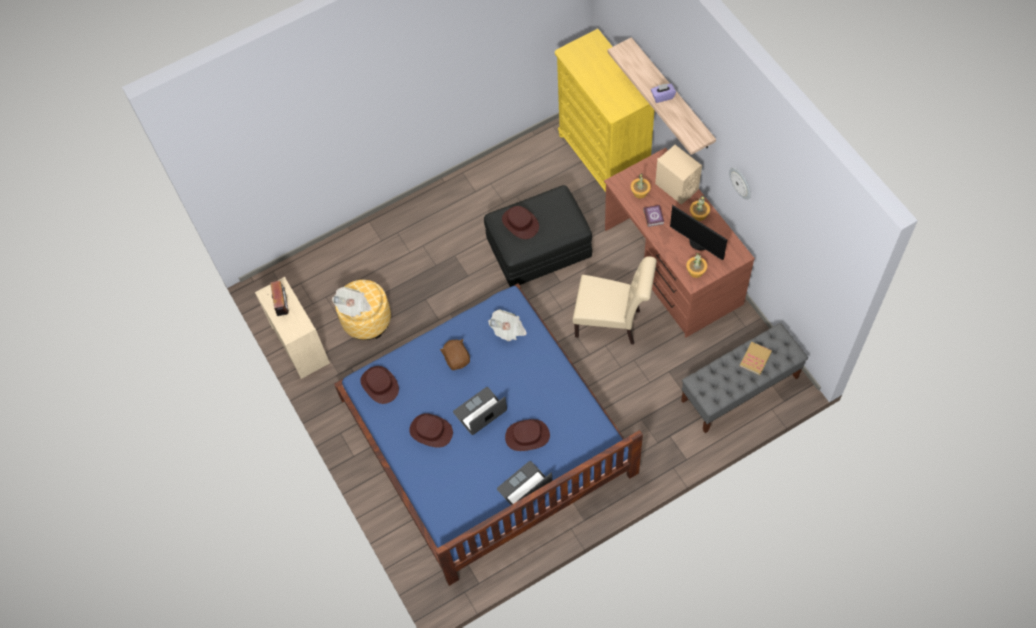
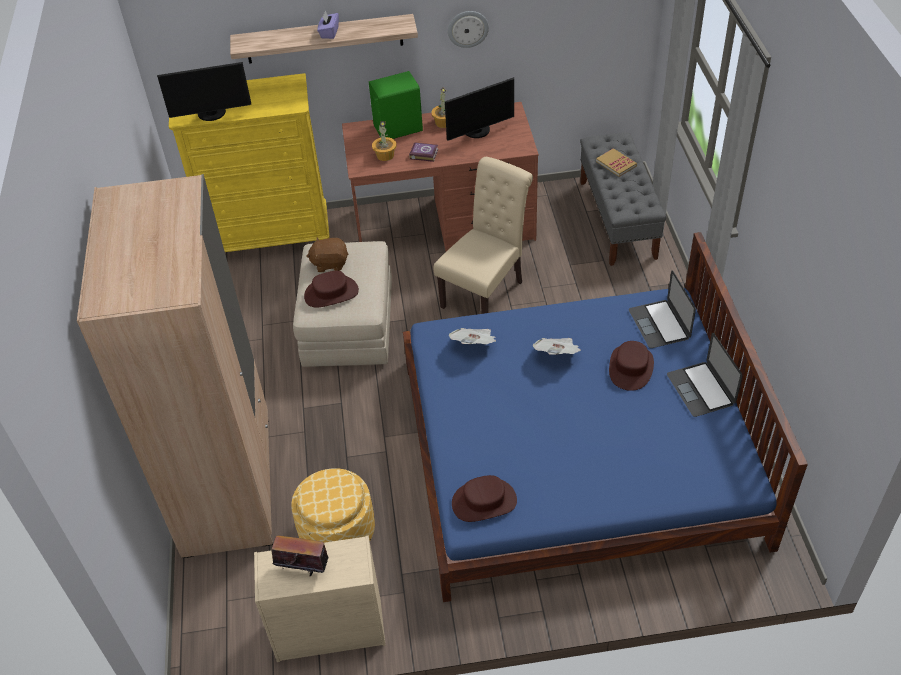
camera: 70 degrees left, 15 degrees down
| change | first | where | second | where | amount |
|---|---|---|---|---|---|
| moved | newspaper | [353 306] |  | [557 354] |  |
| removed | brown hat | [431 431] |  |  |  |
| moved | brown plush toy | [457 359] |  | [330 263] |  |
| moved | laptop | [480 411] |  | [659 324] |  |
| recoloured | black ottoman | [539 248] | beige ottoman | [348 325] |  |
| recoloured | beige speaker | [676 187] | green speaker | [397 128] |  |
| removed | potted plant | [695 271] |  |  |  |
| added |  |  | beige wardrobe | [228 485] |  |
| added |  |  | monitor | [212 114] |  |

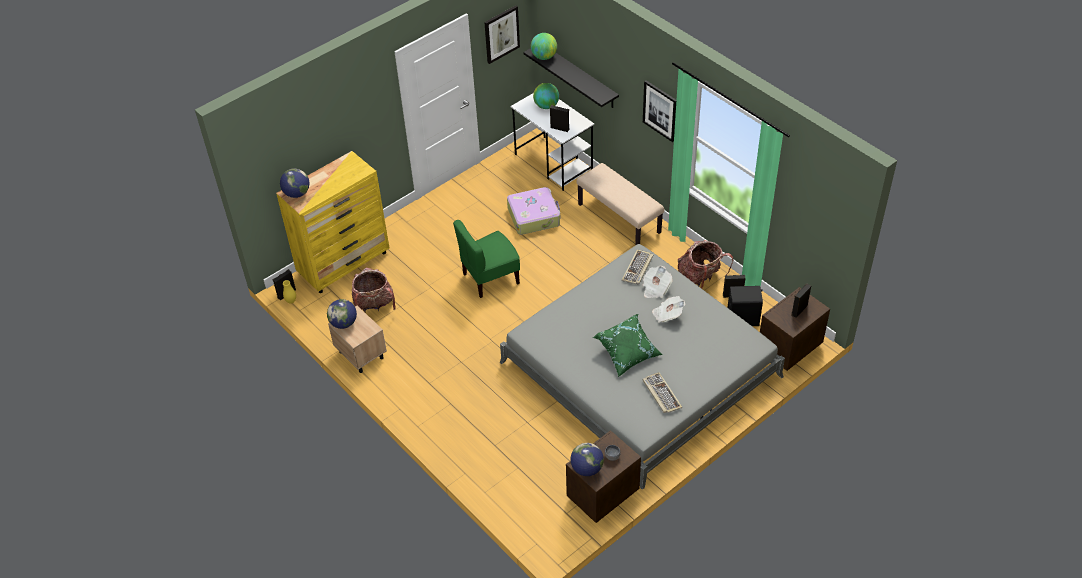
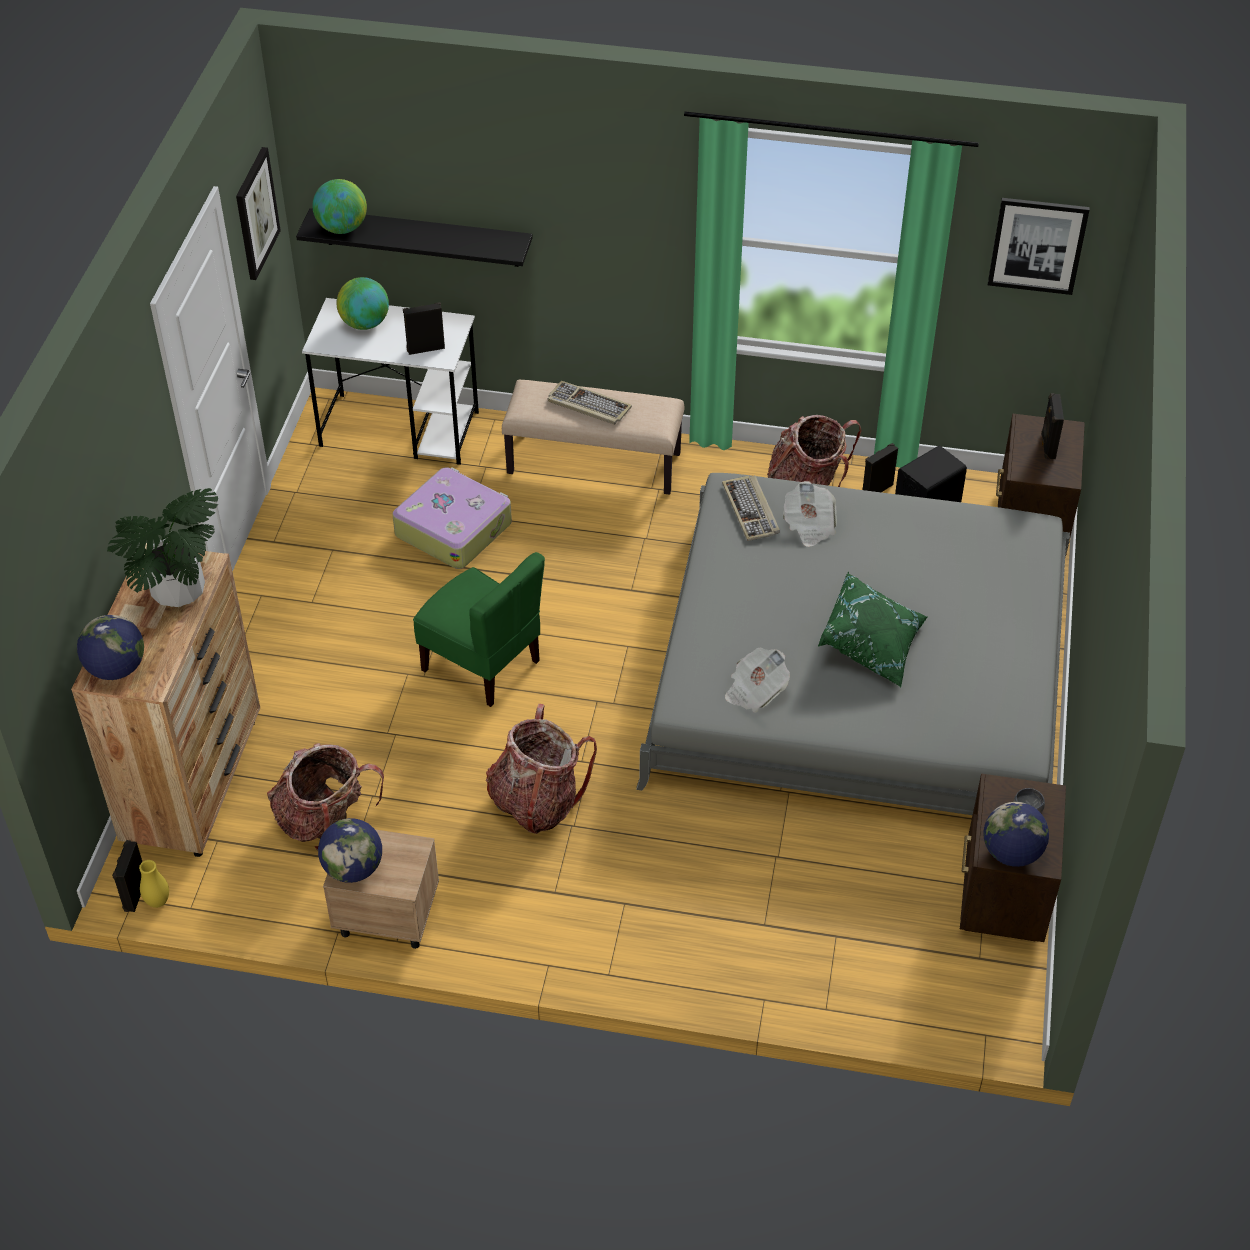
camera: 40 degrees left, 0 degrees up
| change | first | where | second | where | amount |
|---|---|---|---|---|---|
| recoloured | yellow dresser | [344 263] | brown dresser | [194 780] |  |
| turned | green chair | [490 278] |  | [482 665] | 75 degrees counterclockwise |
| moved | keyboard | [661 394] |  | [587 405] |  |
| moved | picture | [660 110] |  | [1037 245] |  |
| moved | newspaper | [667 315] |  | [755 691] |  |
| added |  |  | potted plant | [178 591] |  |
| added |  |  | backpack | [536 802] |  |

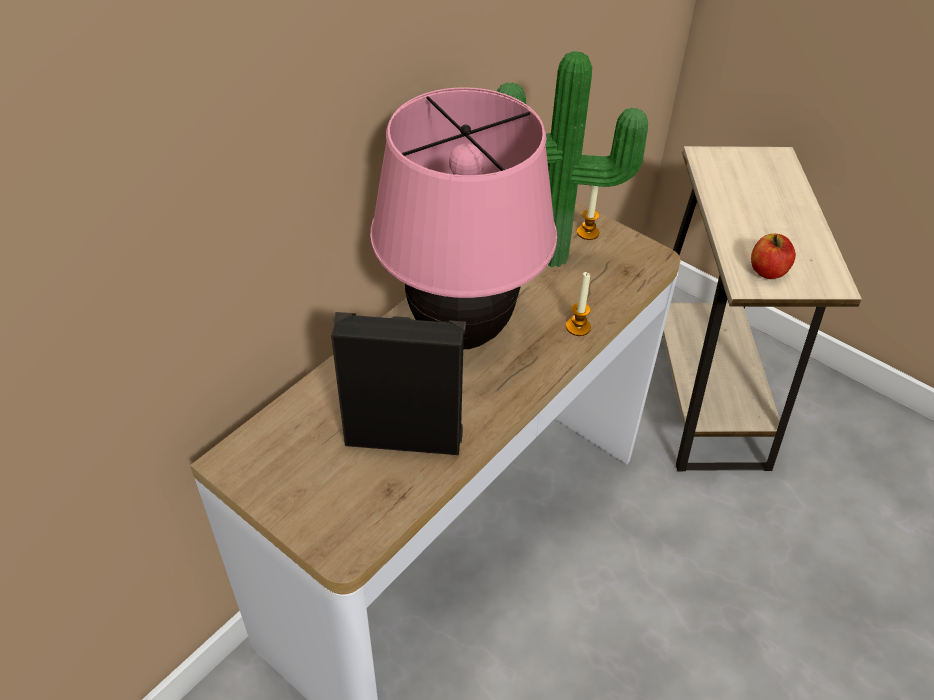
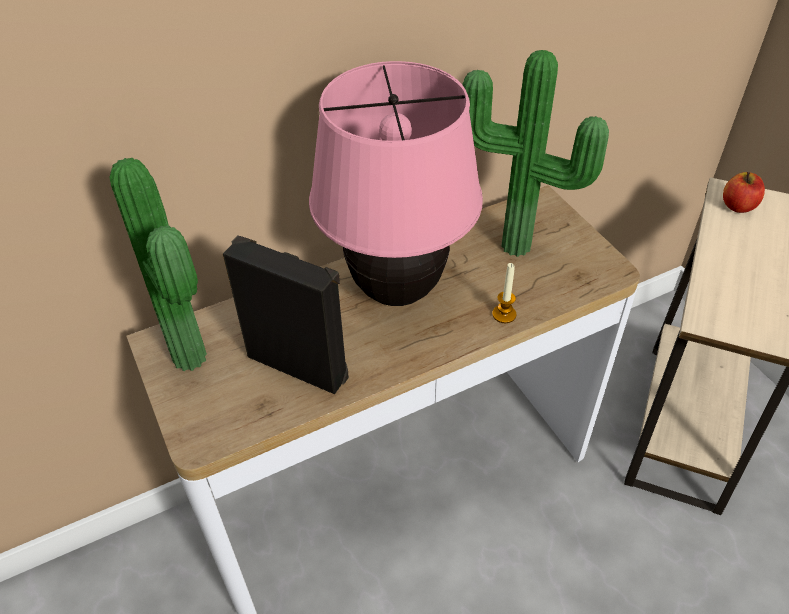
camera: 25 degrees right, 0 degrees up
| change | first | where | second | where | amount |
|---|---|---|---|---|---|
| removed | candle | [587 233] |  |  |  |
| moved | apple | [767 271] |  | [738 206] |  |
| added |  |  | potted plant | [196 355] |  |

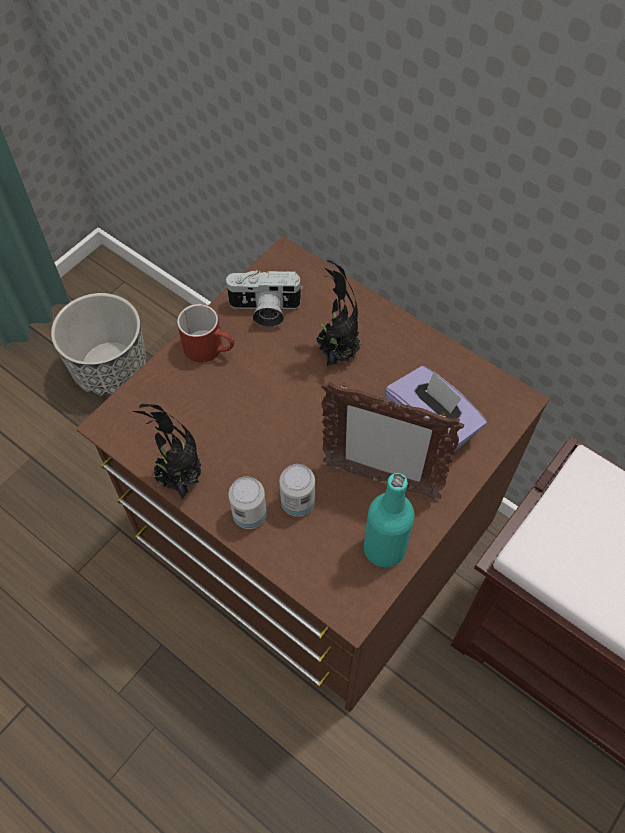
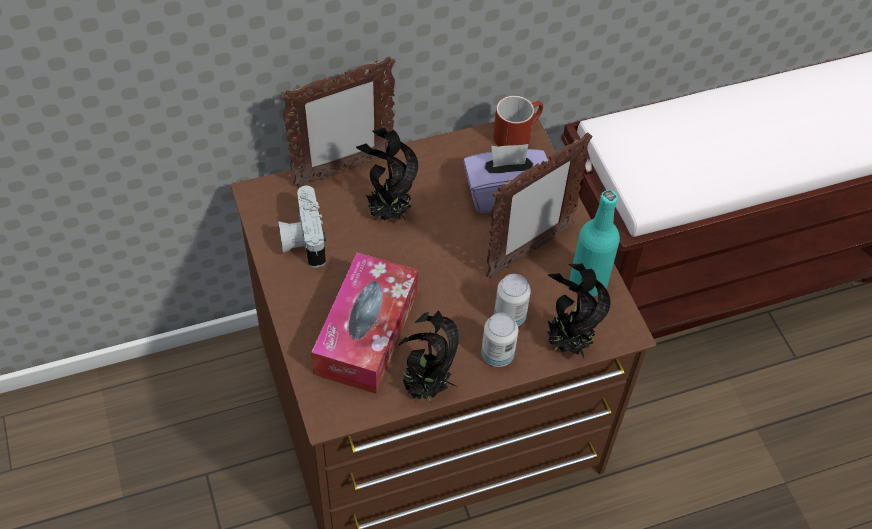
camera: 60 degrees left, 5 degrees down
| change | first | where | second | where | amount |
|---|---|---|---|---|---|
| removed | planter | [111 368] |  |  |  |
| moved | red mug | [210 348] |  | [517 133] |  |
| turned | photo camera | [264 310] |  | [302 239] | 135 degrees clockwise |
| added |  |  | picture frame | [343 170] |  |
| added |  |  | tissue box | [366 333] |  |
| added |  |  | potted plant | [566 344] |  |

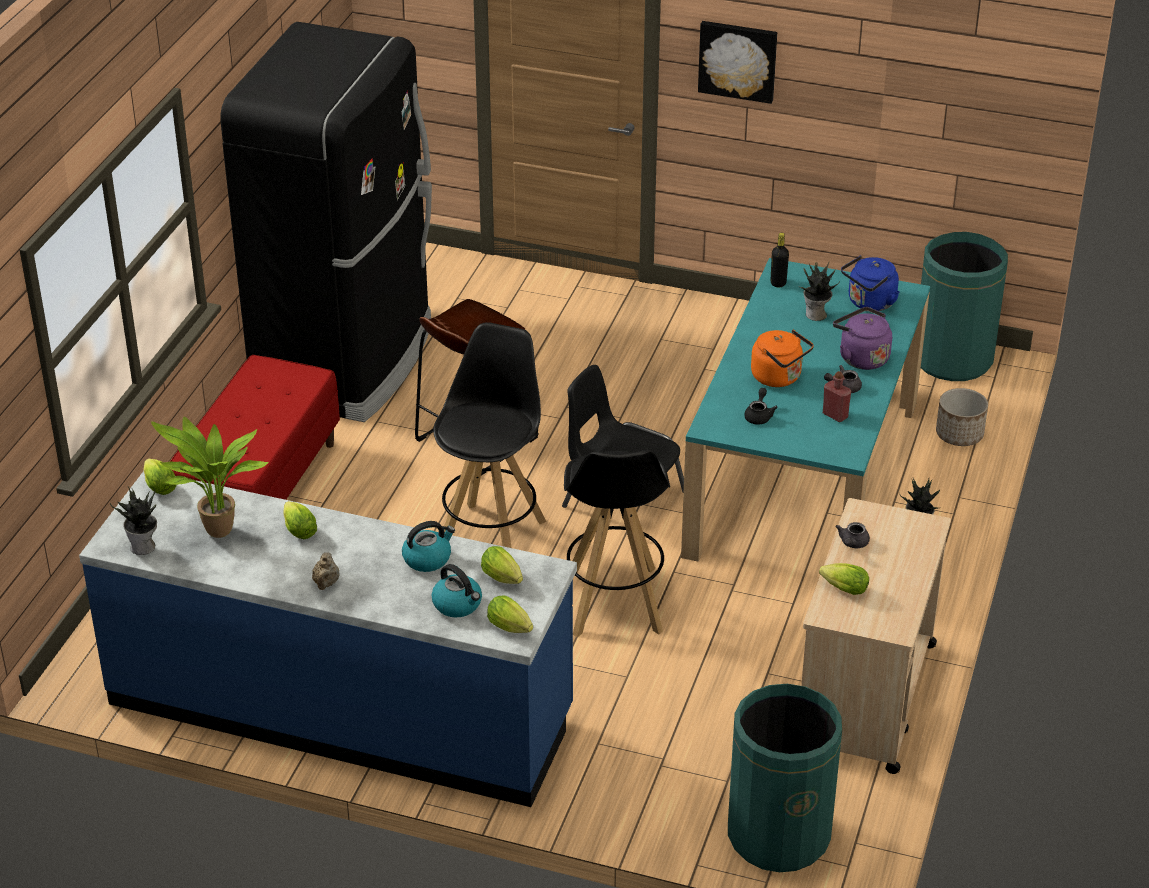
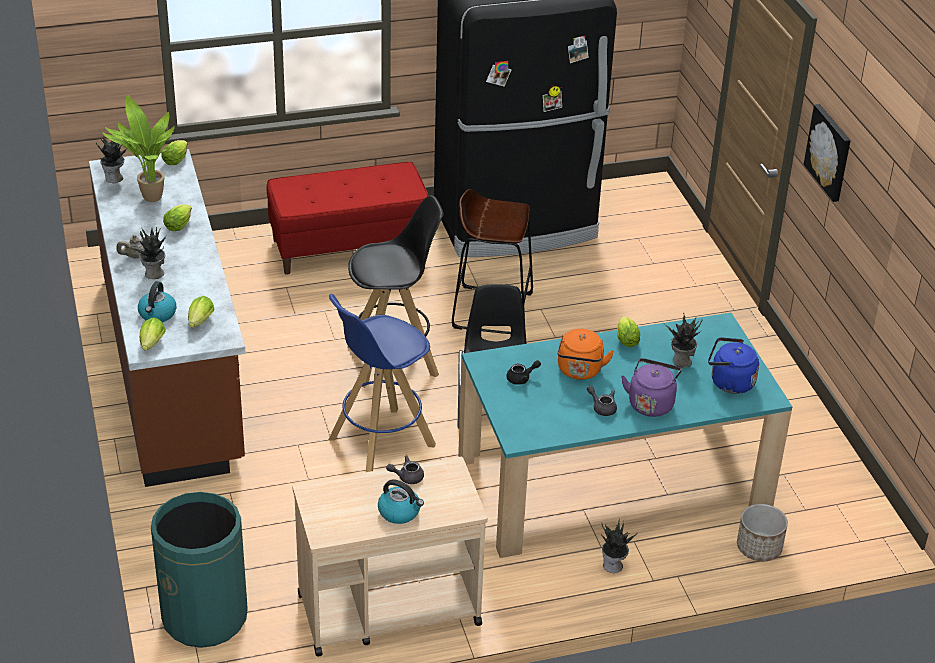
camera: 55 degrees right, 0 degrees up
| change | first | where | second | where | amount |
|---|---|---|---|---|---|
| recoloured | blue counter | [341 708] | brown counter | [173 367] |  |
| moved | kettle | [427 558] |  | [400 512] |  |
| recoloured | black stool | [614 602] | blue stool | [380 442] |  |
| removed | black bottle | [778 283] |  |  |  |
| moved | lettuce | [842 588] |  | [626 339] |  |
| removed | red bottle | [835 415] |  |  |  |
| removed | green trash can | [952 359] |  |  |  |
| added |  |  | potted plant | [154 274] |  |

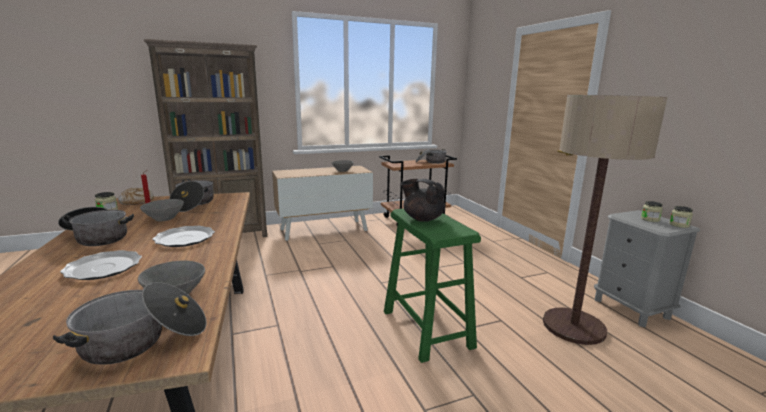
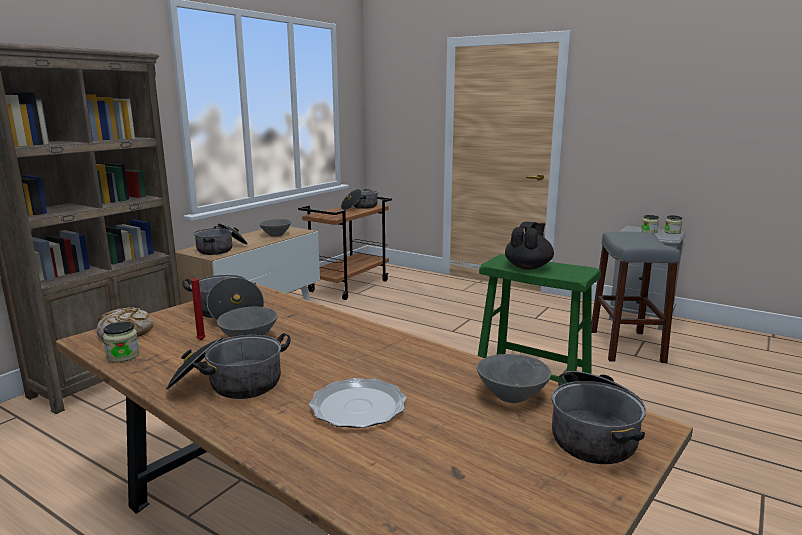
camera: 35 degrees left, 0 degrees up
| change | first | where | second | where | amount |
|---|---|---|---|---|---|
| removed | plate | [185 238] |  |  |  |
| turned | black teapot | [422 219] |  | [528 267] | 120 degrees clockwise |
| replaced | floor lamp | [573 326] | grey stool | [626 346] |  |
| added |  |  | cooking pot | [222 249] |  |

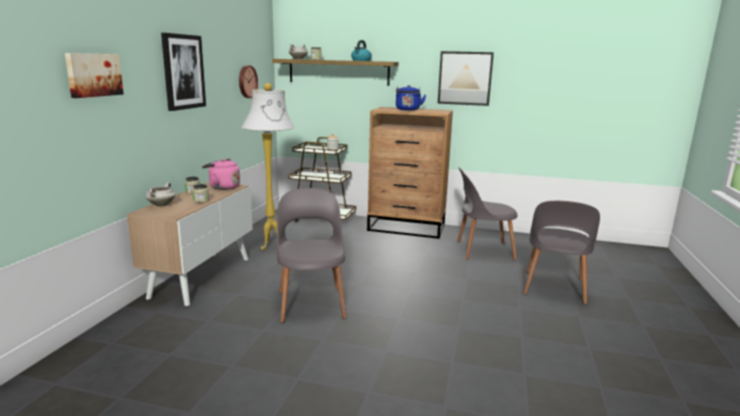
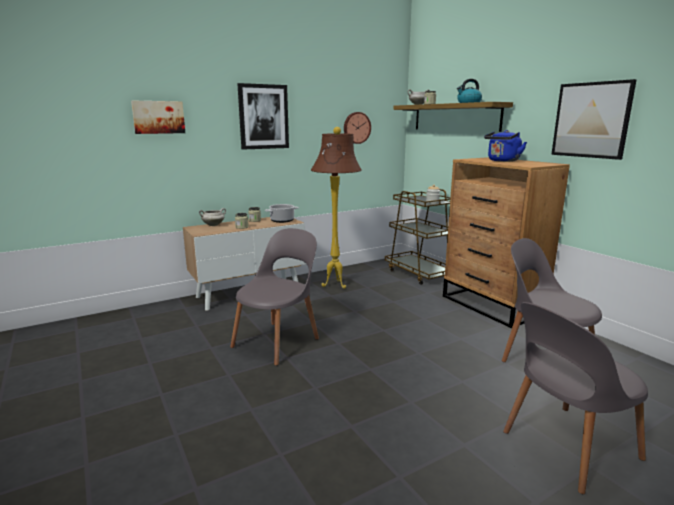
camera: 45 degrees right, 0 degrees up
| change | first | where | second | where | amount |
|---|---|---|---|---|---|
| replaced | pink kettle | [222 187] | cooking pot | [282 220] |  |
| recoloured | white floor lamp | [272 245] | brown floor lamp | [336 285] |  |

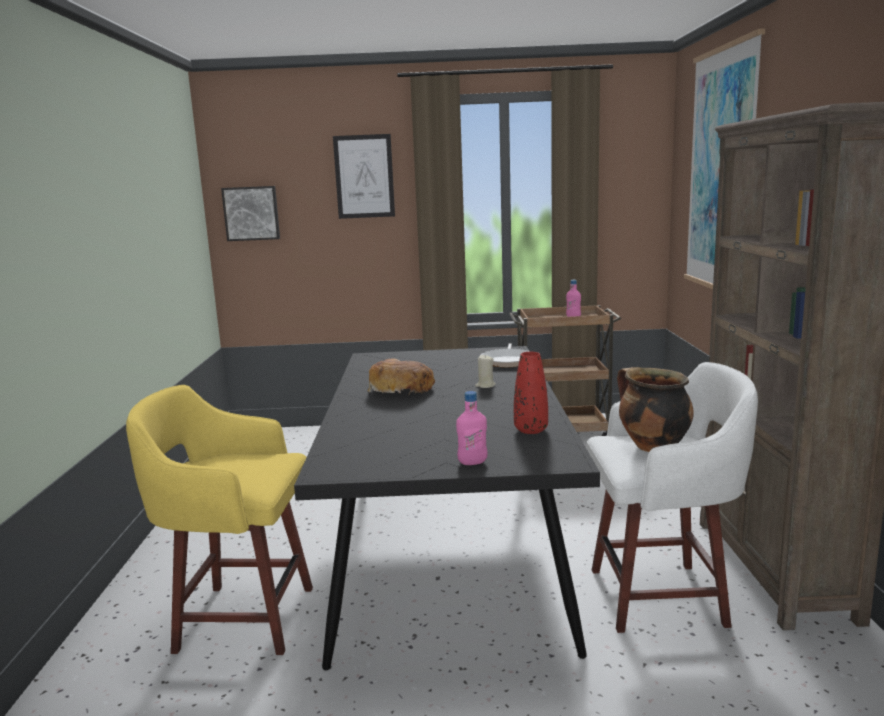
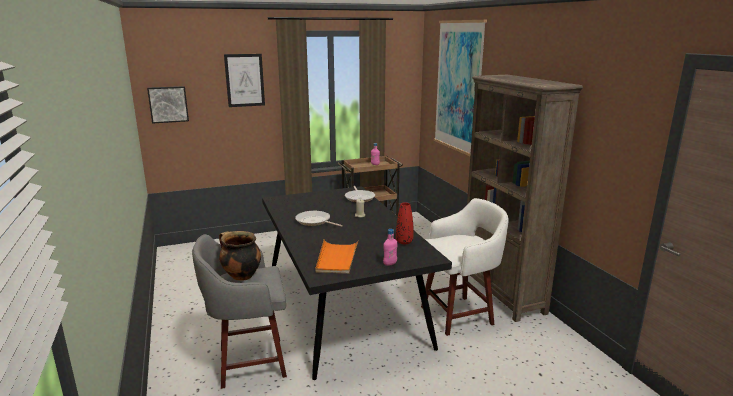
camera: 20 degrees left, 5 degrees up
| change | first | where | second | where | amount |
|---|---|---|---|---|---|
| recoloured | yellow stool | [240 618] | grey stool | [248 363] |  |
| replaced | bread | [401 389] | frying pan | [314 221] |  |
| moved | cooking pot | [652 447] |  | [241 276] |  |
| added |  |  | orange tray | [336 259] |  |

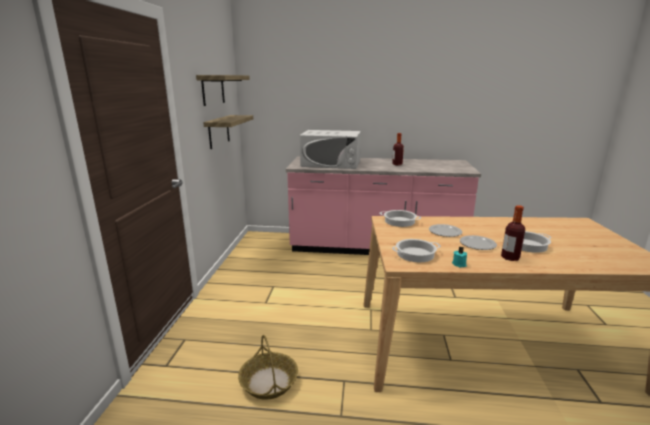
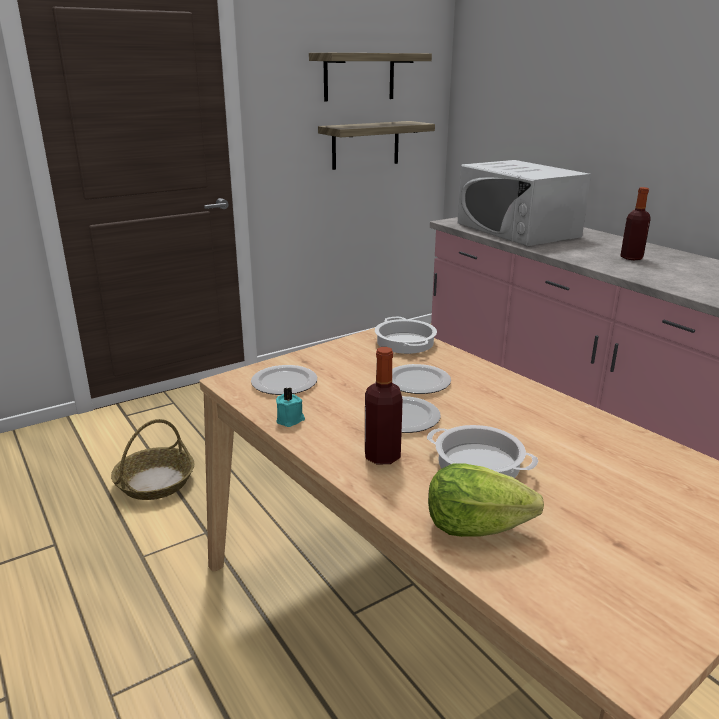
camera: 50 degrees right, 5 degrees up
| change | first | where | second | where | amount |
|---|---|---|---|---|---|
| replaced | cooking pot | [415 254] | plate | [283 383] |  |
| added |  |  | lettuce | [475 526] |  |

